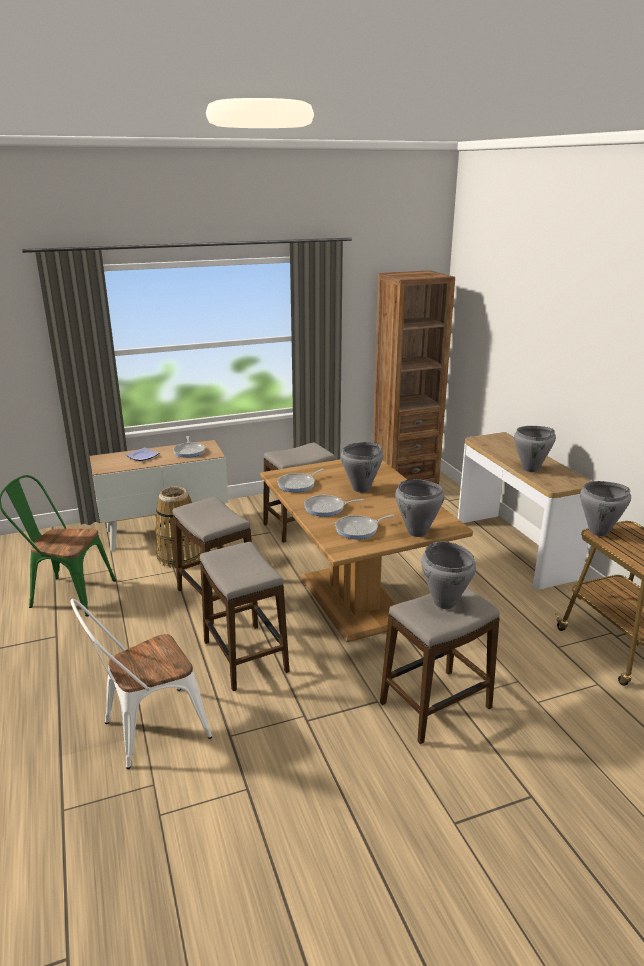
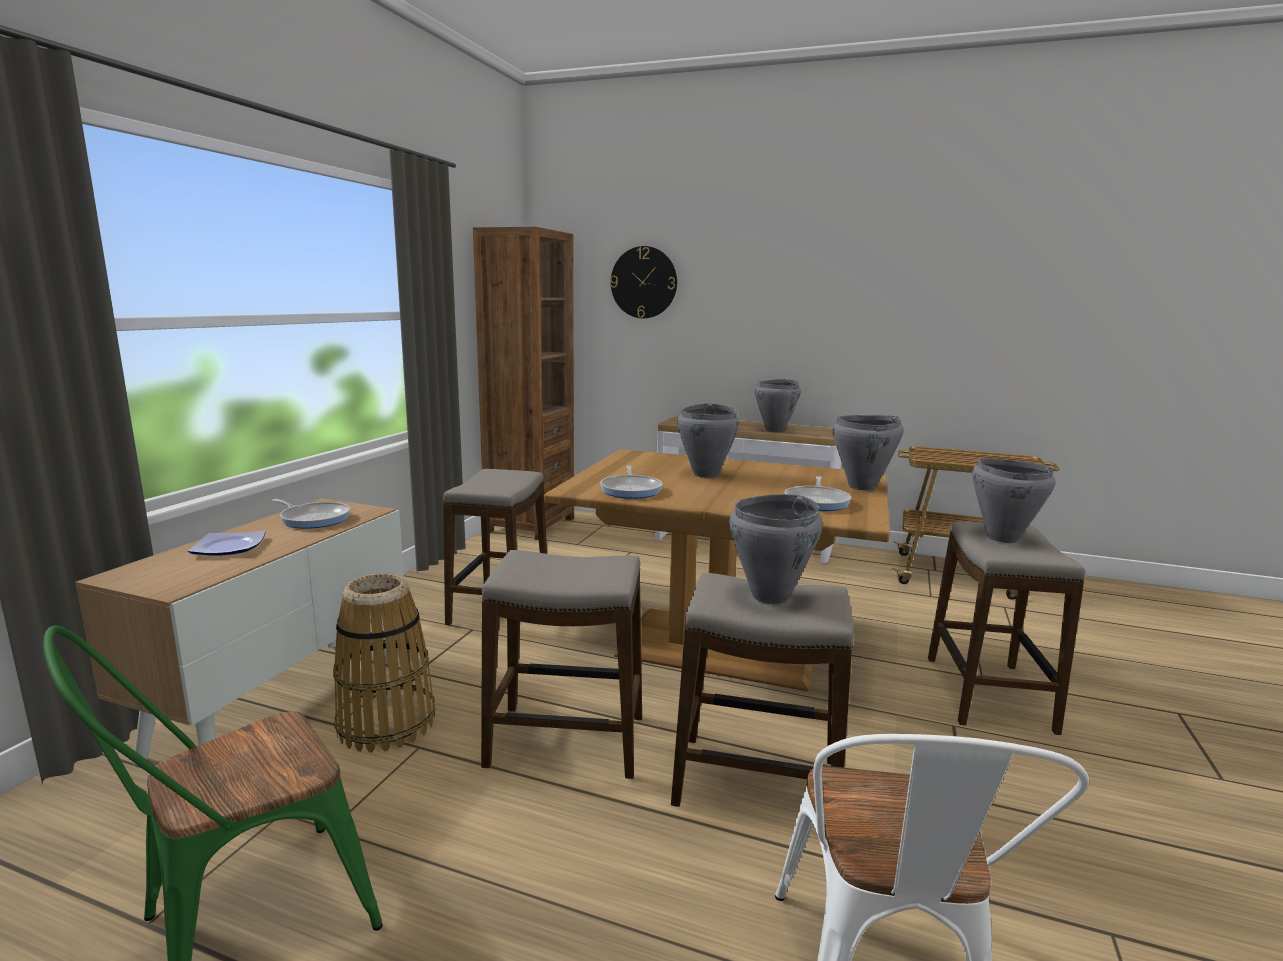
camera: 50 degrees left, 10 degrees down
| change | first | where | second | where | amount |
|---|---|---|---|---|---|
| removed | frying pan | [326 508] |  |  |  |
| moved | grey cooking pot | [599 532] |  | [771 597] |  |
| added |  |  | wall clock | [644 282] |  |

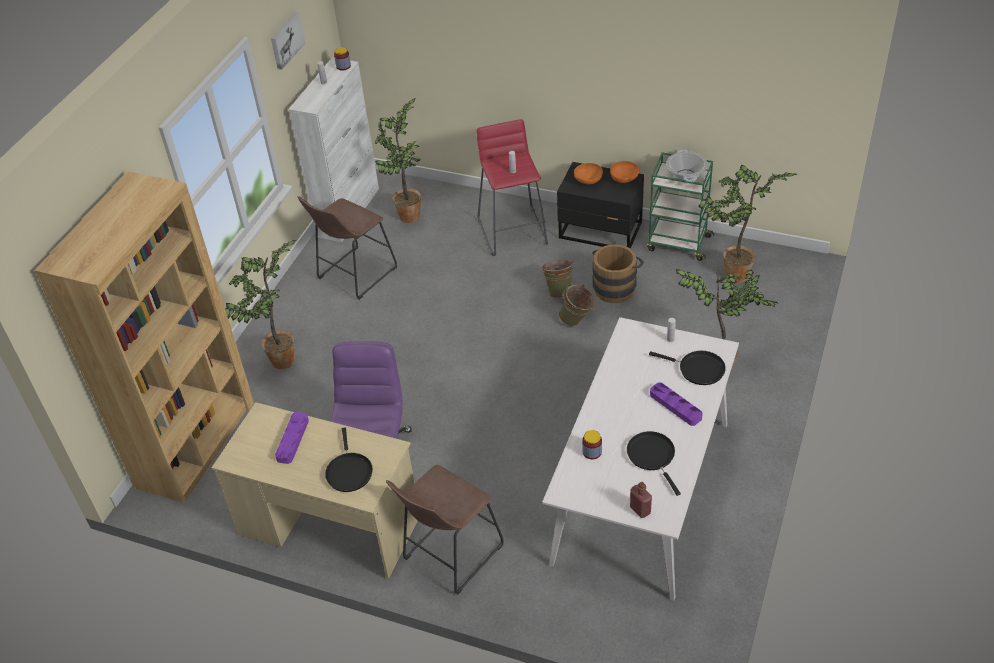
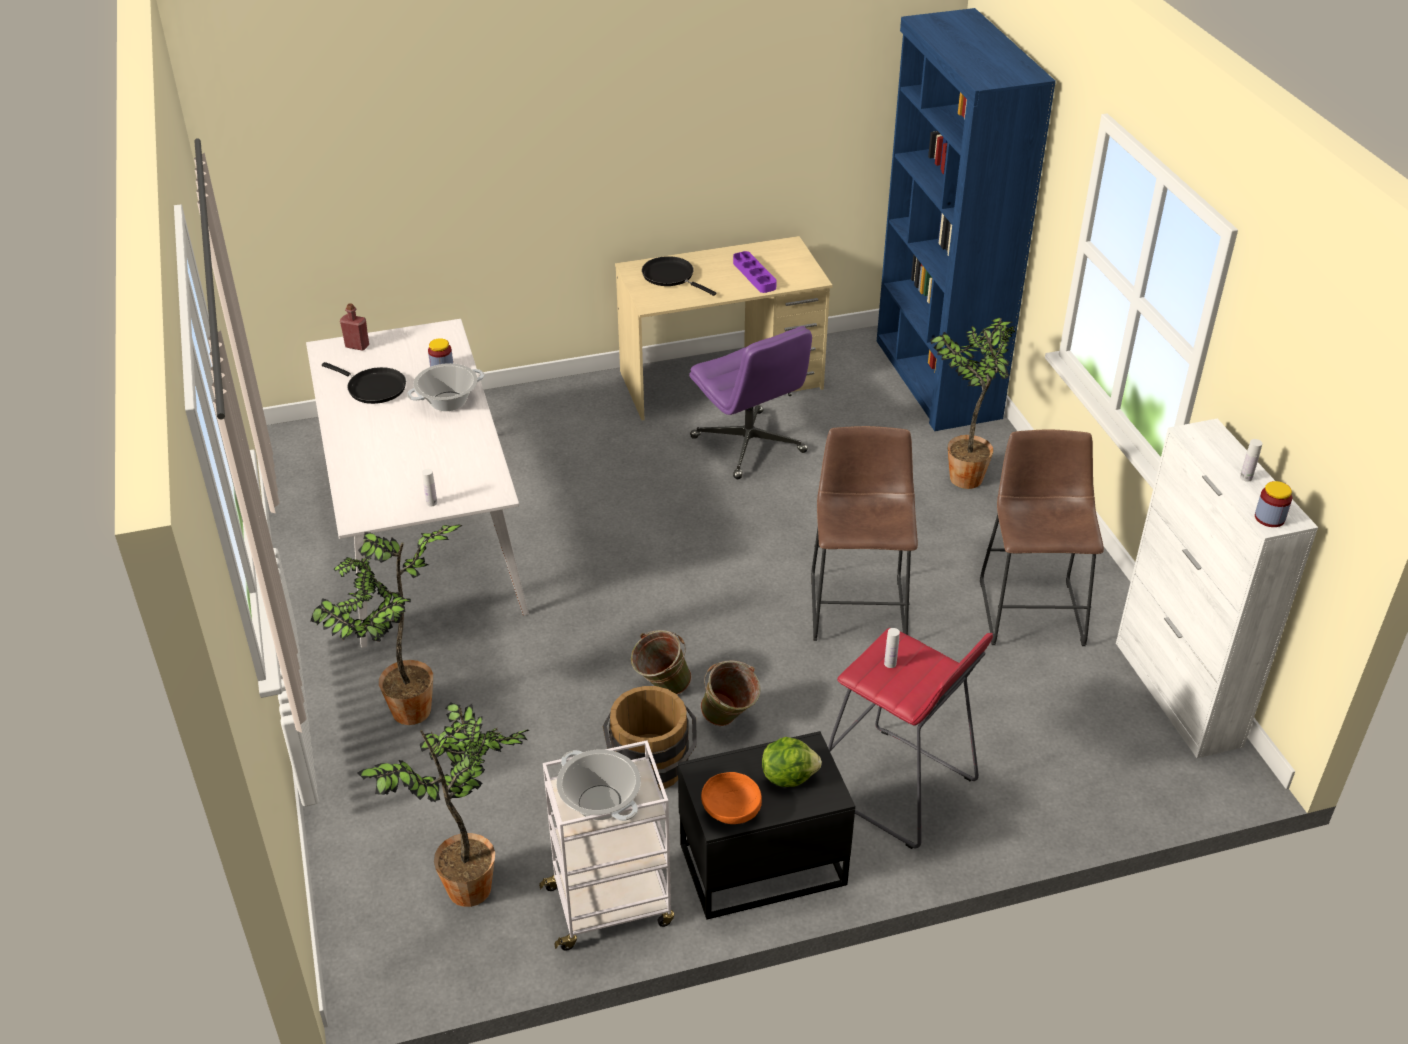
camera: 140 degrees right, 5 degrees down
| change | first | where | second | where | amount |
|---|---|---|---|---|---|
| recoloured | brown bookcase | [196 443] | blue bookcase | [936 379] |  |
| removed | picture | [286 40] |  |  |  |
| removed | potted plant | [409 218] |  |  |  |
| moved | brown stool | [449 555] |  | [858 603] |  |
| replaced | orange bowl | [588 181] | lettuce | [788 776] |  |
| recoloured | green cart | [678 243] | white cart | [611 905] |  |
| removed | black frying pan | [698 369] |  |  |  |
| removed | purple tray | [675 406] |  |  |  |
| added |  |  | cooking pot | [448 401] |  |

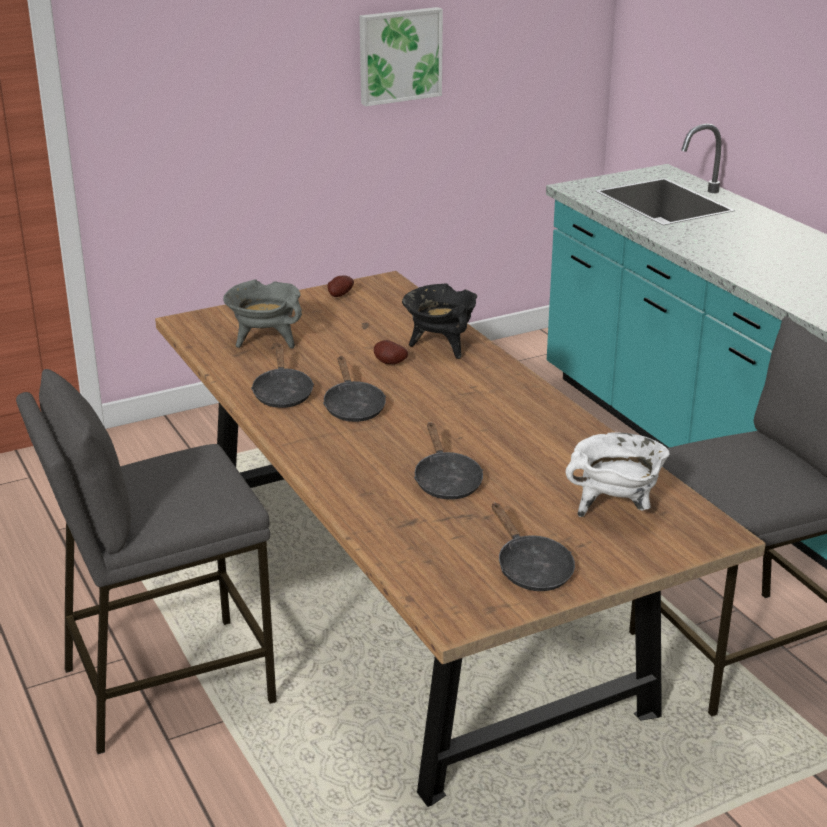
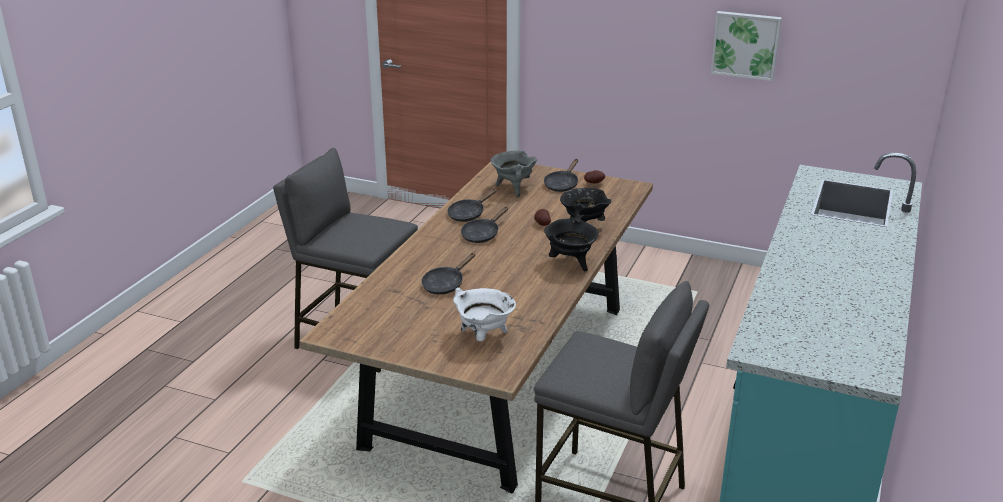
camera: 50 degrees right, 0 degrees up
| change | first | where | second | where | amount |
|---|---|---|---|---|---|
| moved | black frying pan | [530 569] |  | [562 184] |  |
| added |  |  | black cooking pot | [570 263] |  |

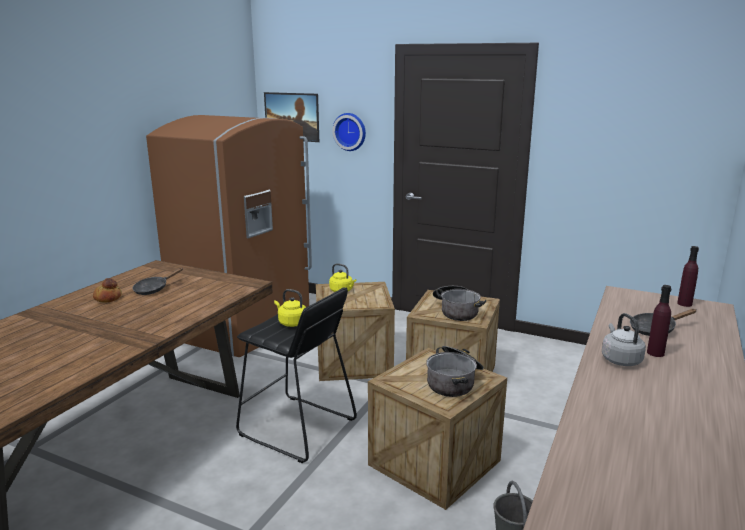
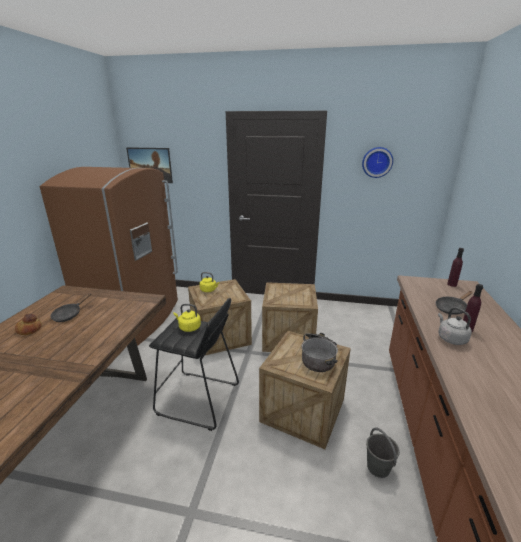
camera: 15 degrees left, 5 degrees up
| change | first | where | second | where | amount |
|---|---|---|---|---|---|
| moved | wall clock | [350 131] |  | [377 162] |  |
| removed | cooking pot | [456 311] |  |  |  |

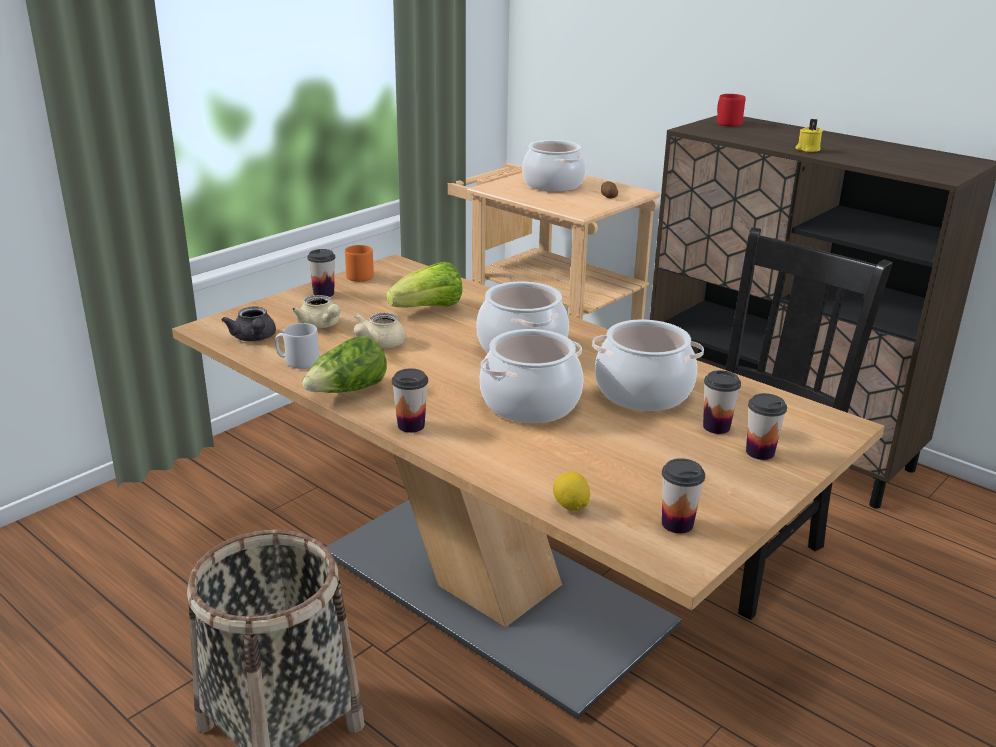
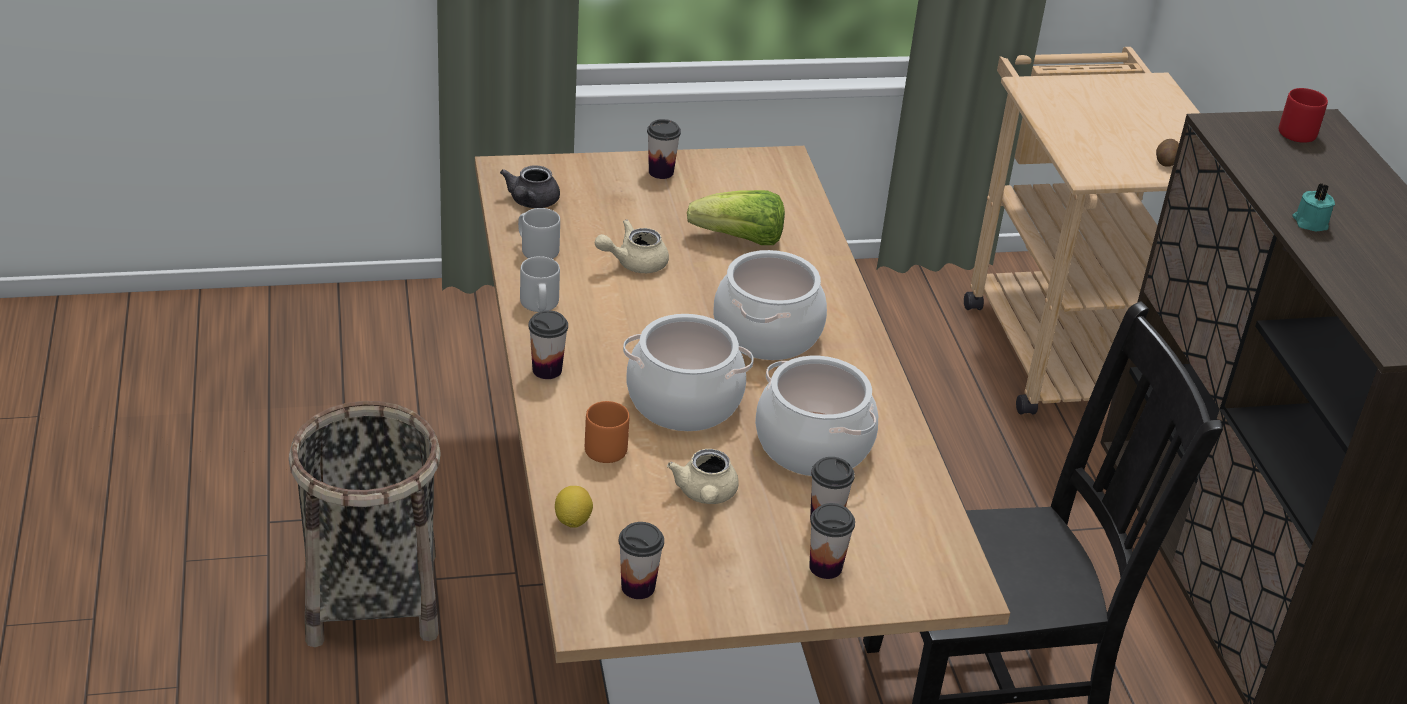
camera: 35 degrees right, 10 degrees up
| change | first | where | second | where | amount |
|---|---|---|---|---|---|
| moved | beige teapot | [321 326] |  | [705 495] |  |
| replaced | lettuce | [347 391] | grey mug | [539 305] |  |
| moved | orange mug | [359 276] |  | [607 446] |  |
| removed | cooking pot | [553 185] |  |  |  |
| recoloured | yellow candle | [807 149] | turquoise candle | [1309 222] |  |

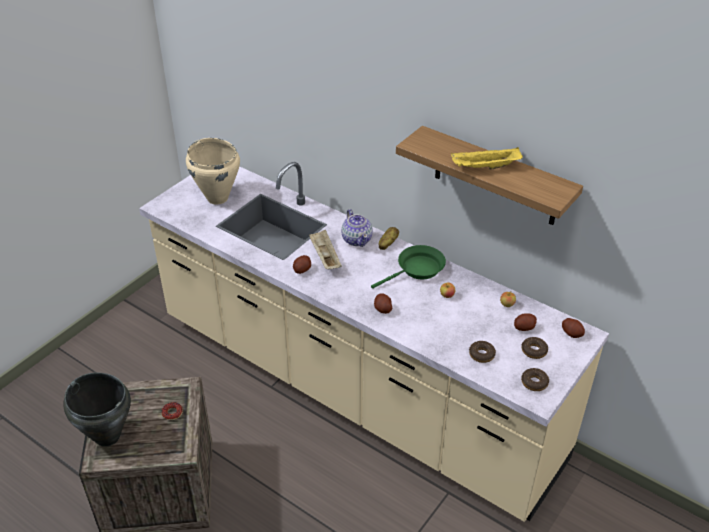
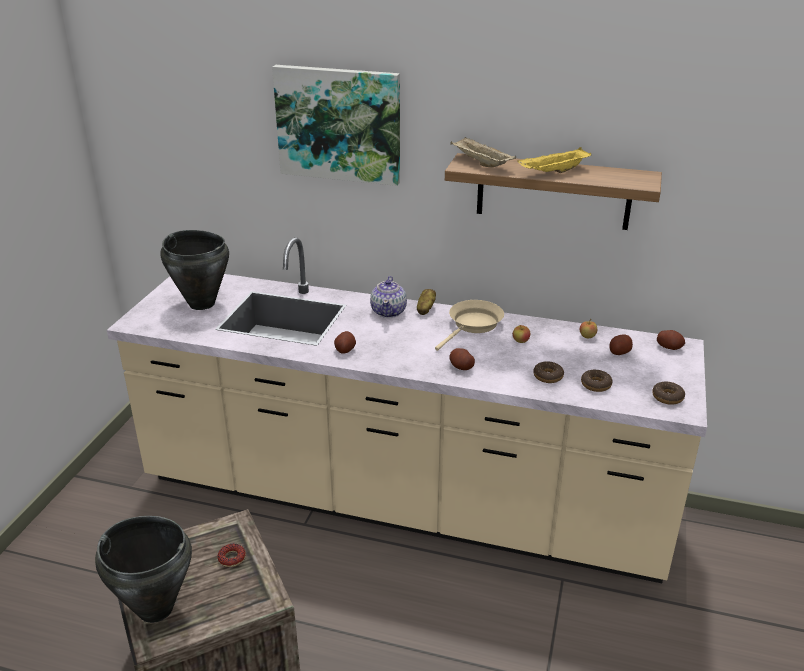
camera: 20 degrees left, 10 degrees down
| change | first | where | second | where | amount |
|---|---|---|---|---|---|
| recoloured | beige cooking pot | [217 198] | black cooking pot | [202 303] |  |
| moved | beige tray | [325 257] |  | [480 163] |  |
| turned | teapot | [357 239] |  | [389 311] | 45 degrees clockwise |
| recoloured | green frying pan | [417 270] | beige frying pan | [473 325] |  |
| moved | donut | [534 351] |  | [548 376] |  |
| added |  |  | picture | [339 124] |  |

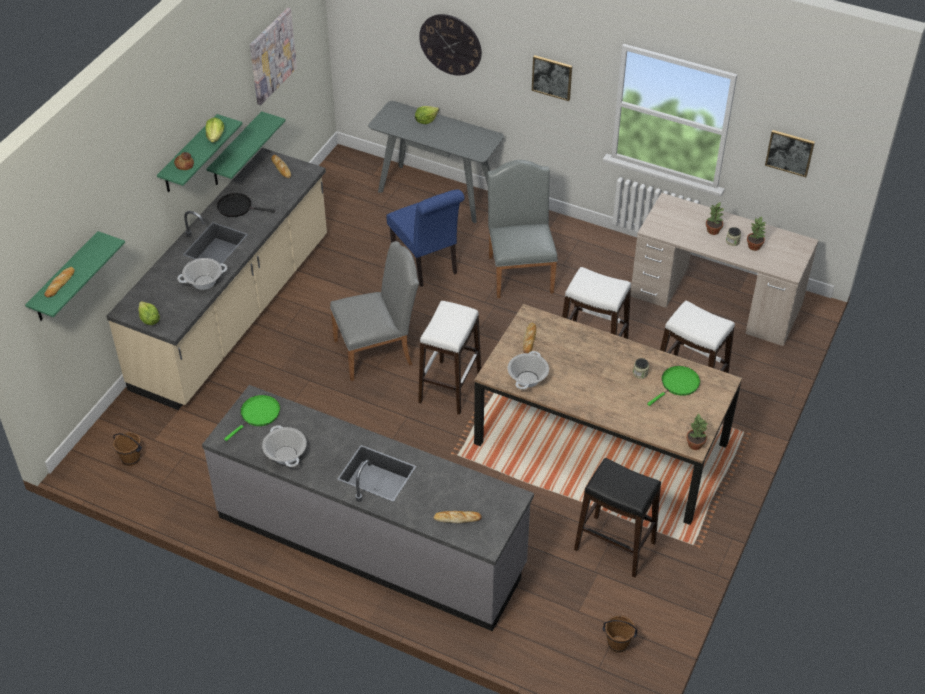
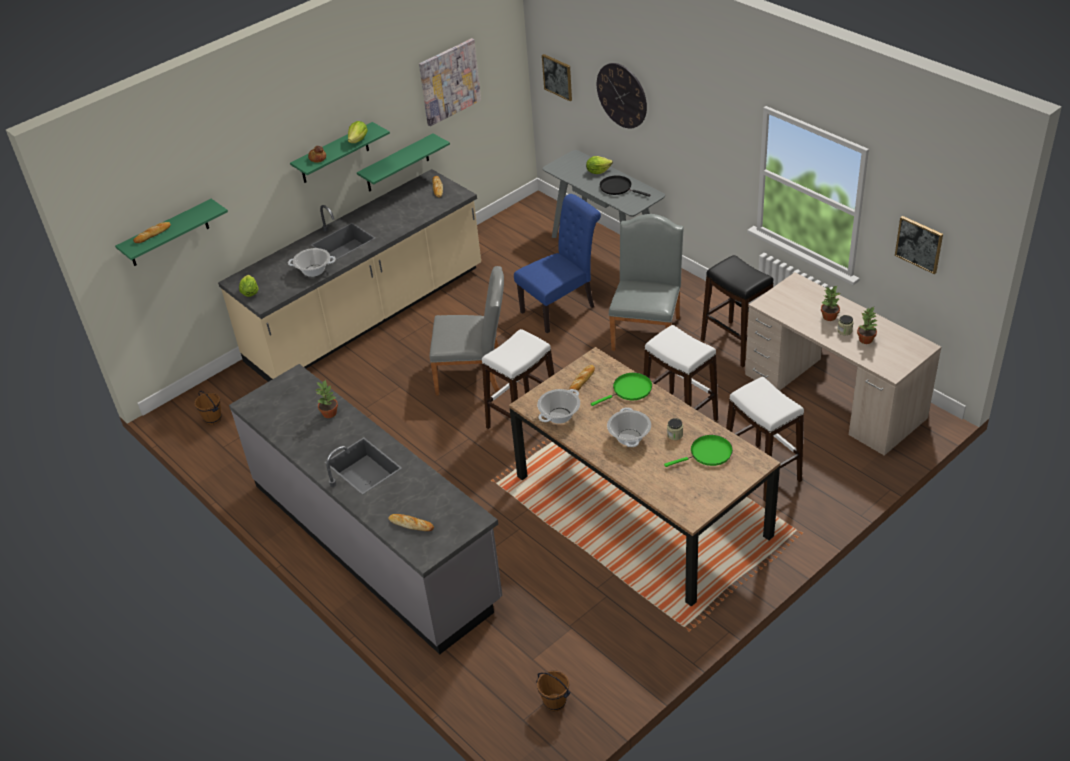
camera: 25 degrees right, 5 degrees down
| change | first | where | second | where | amount |
|---|---|---|---|---|---|
| moved | black frying pan | [237 207] |  | [618 188] |  |
| moved | green frying pan | [258 415] |  | [630 390] |  |
| moved | cooking pot | [286 455] |  | [629 437] |  |
| turned | blue chair | [427 264] |  | [562 307] | 120 degrees counterclockwise |
| moved | picture | [552 77] |  | [557 77] |  |
| moved | black stool | [614 546] |  | [736 344] |  |
| moved | potted plant | [694 444] |  | [329 413] |  |

